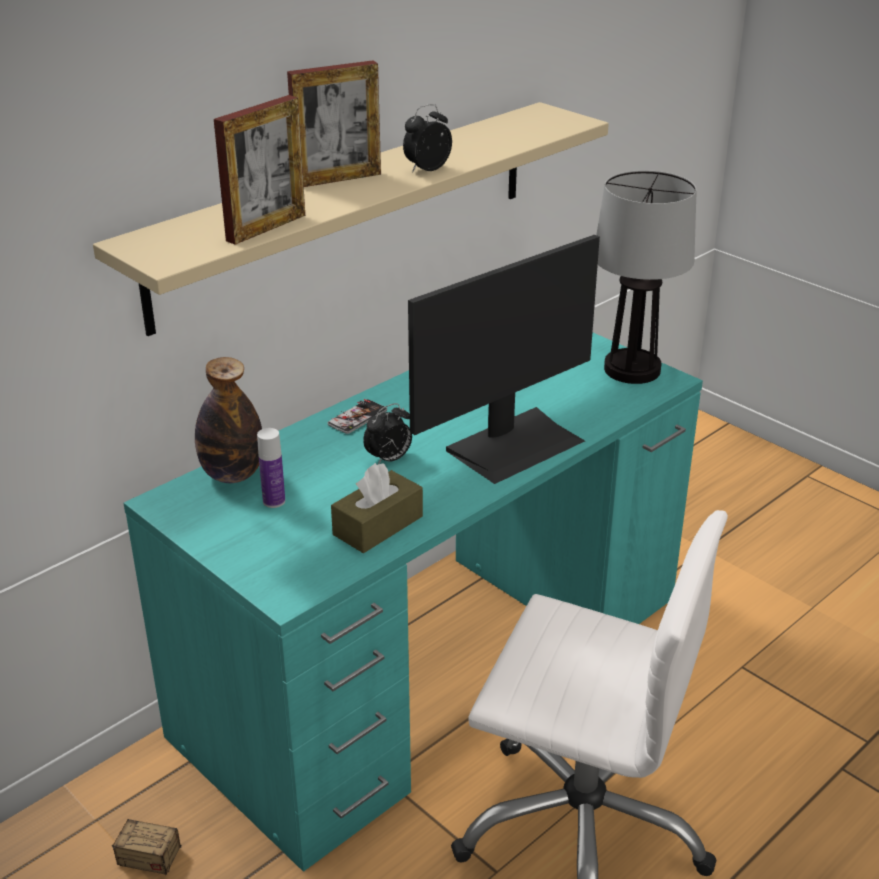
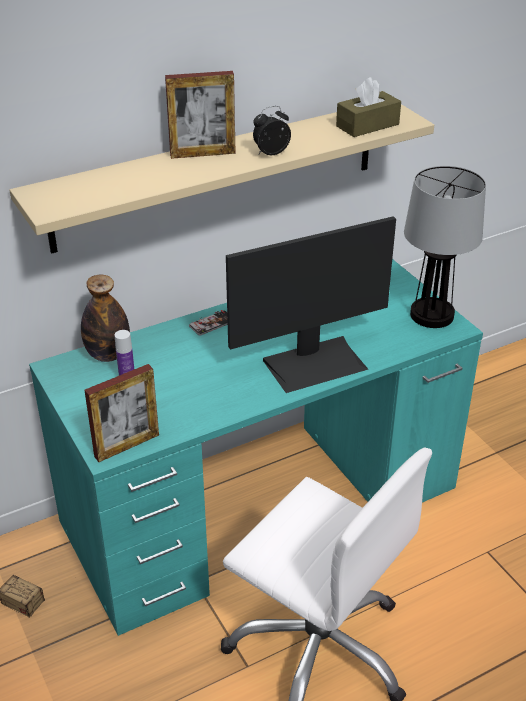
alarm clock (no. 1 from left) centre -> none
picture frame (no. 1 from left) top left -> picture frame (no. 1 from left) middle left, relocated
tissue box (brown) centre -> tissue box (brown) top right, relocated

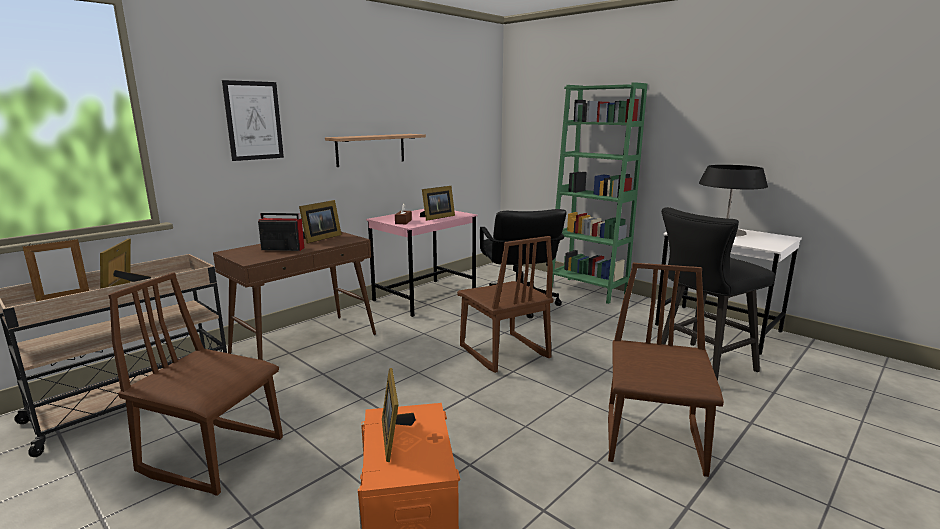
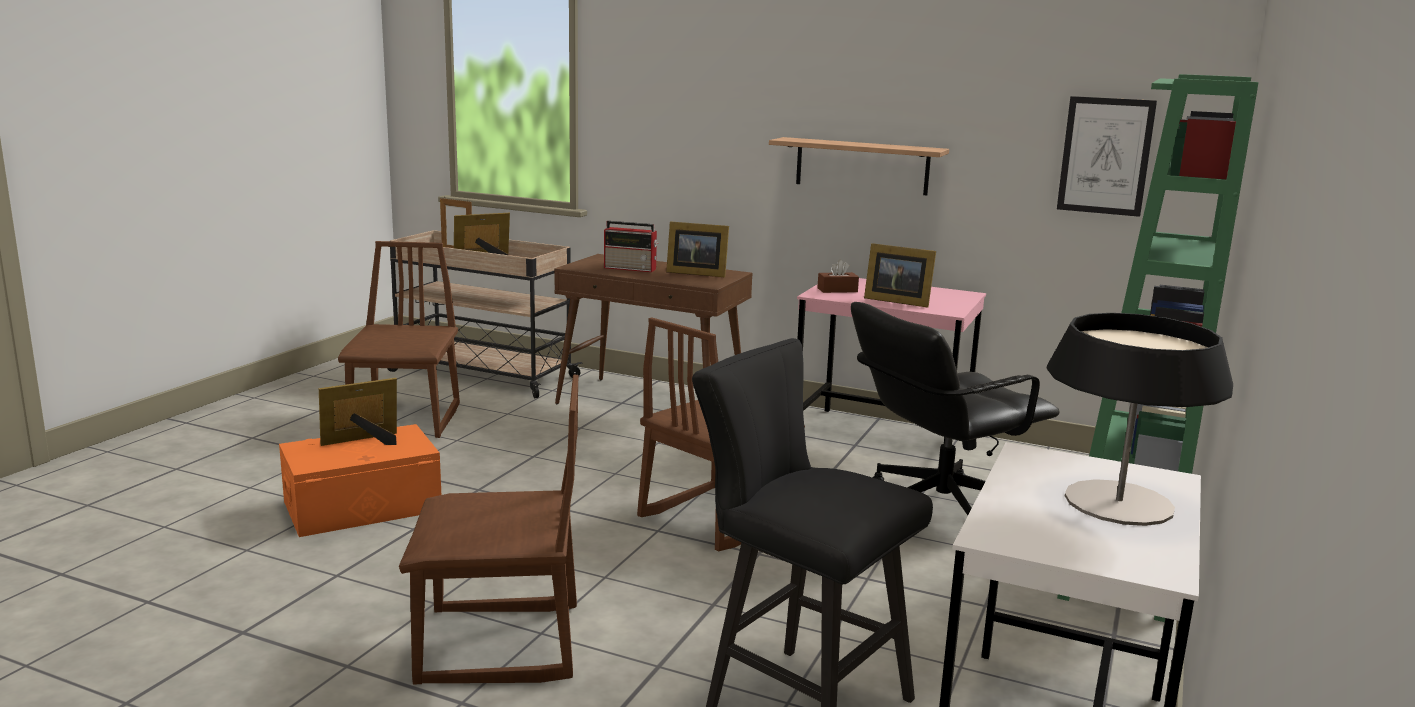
picture top left -> picture top right, relocated
radio middle left -> radio centre, 120 degrees clockwise

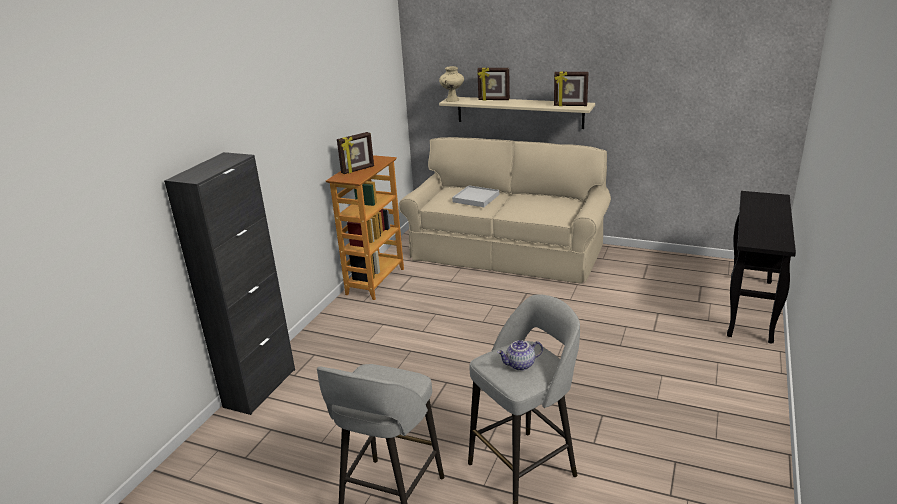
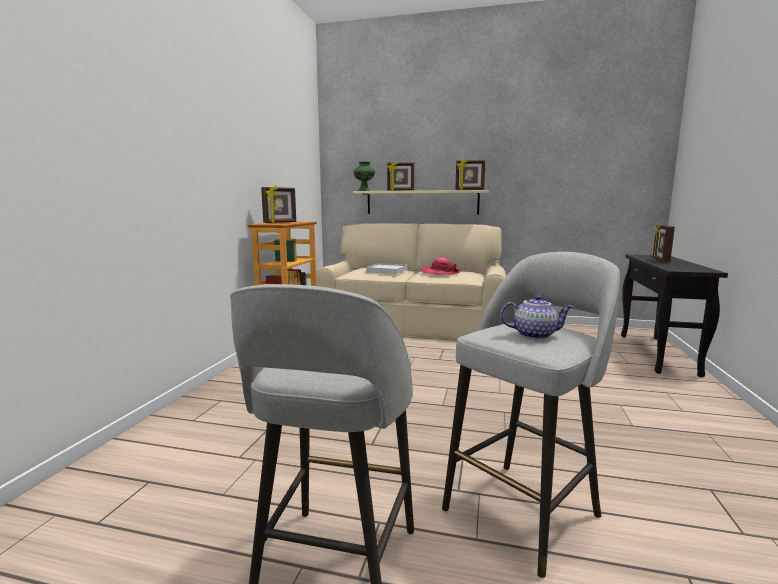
cabinet (black) middle left -> none
none -> hat centre
none -> picture frame (no. 4 from left) middle right
vase (beige) top centre -> vase (green) top centre
teapot bottom centre -> teapot middle right, 150 degrees counterclockwise

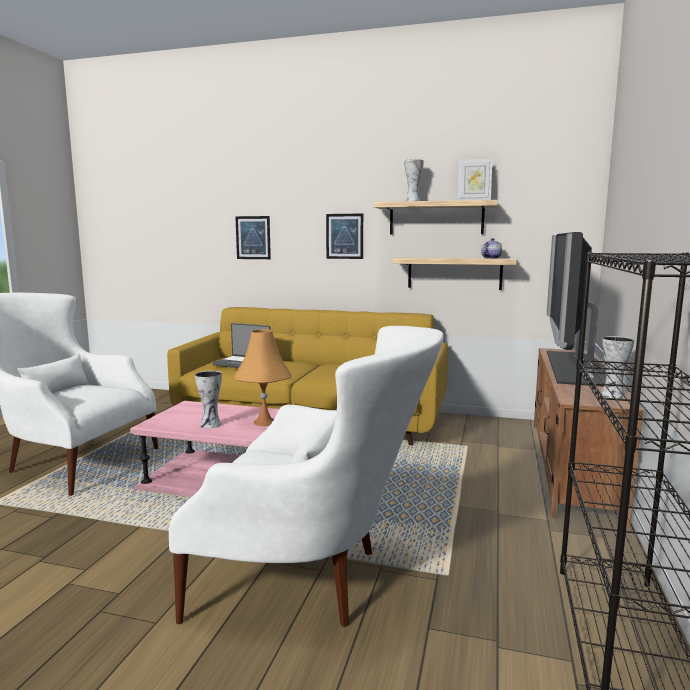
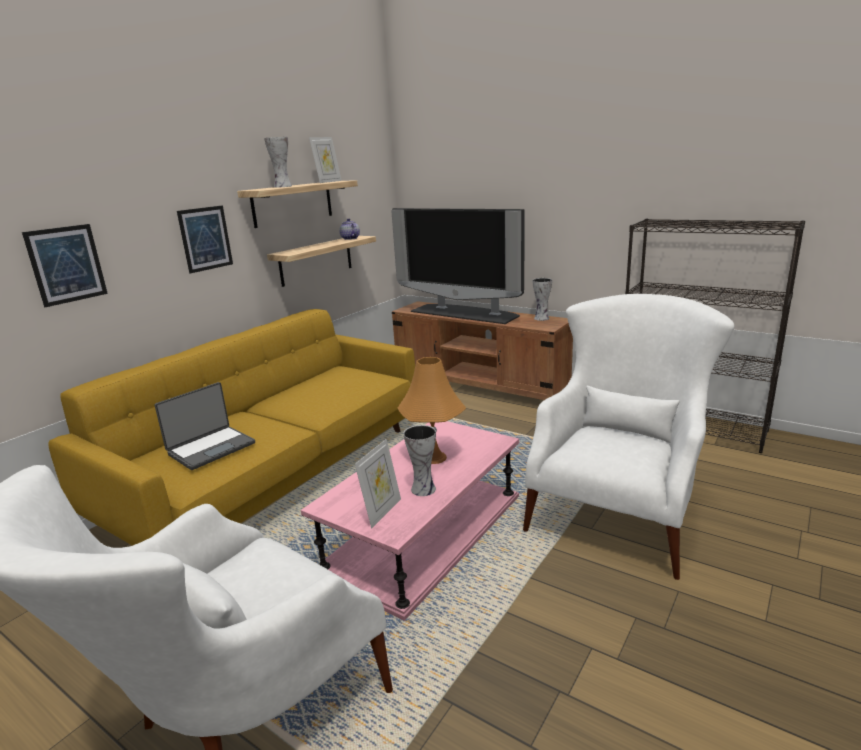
none -> picture frame (no. 2 from left) centre

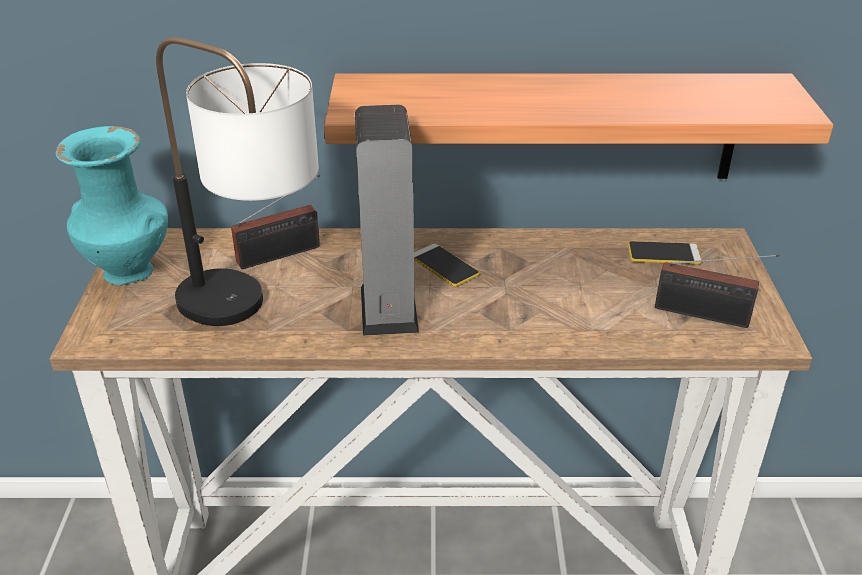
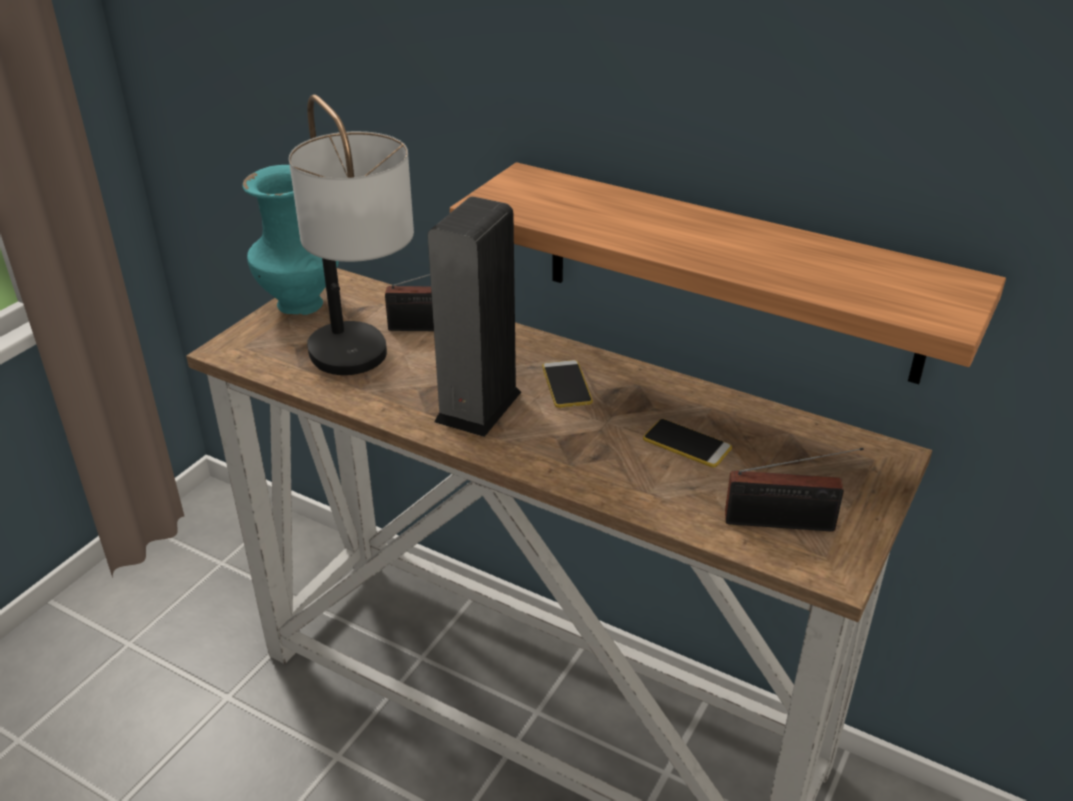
phone (no. 2 from left) middle right -> phone (no. 2 from left) centre, relocated
radio (no. 2 from left) middle right, 45 degrees counterclockwise

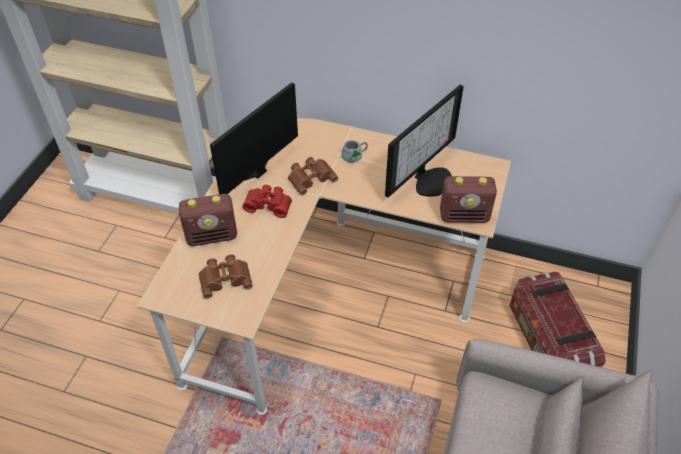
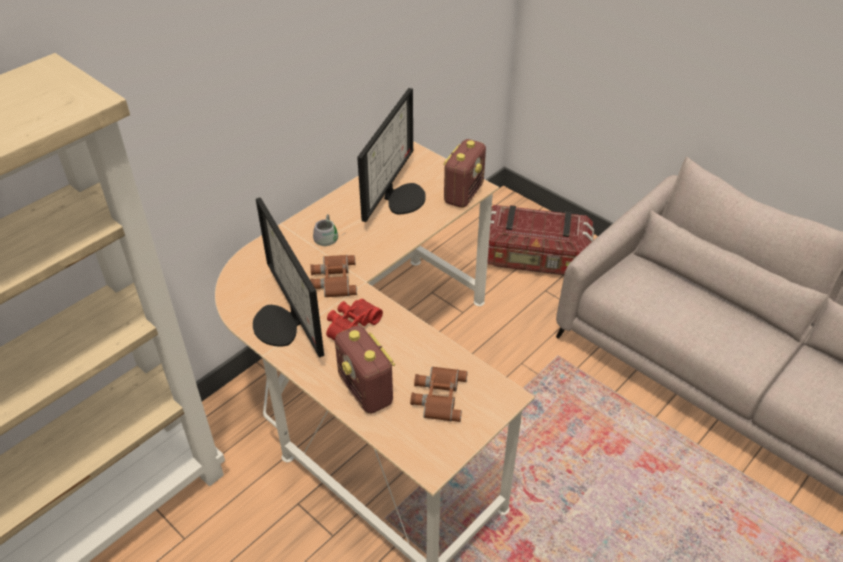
radio (no. 1 from left) middle left -> radio (no. 1 from left) centre, 135 degrees clockwise
monitor (no. 2 from left) top centre, 45 degrees clockwise

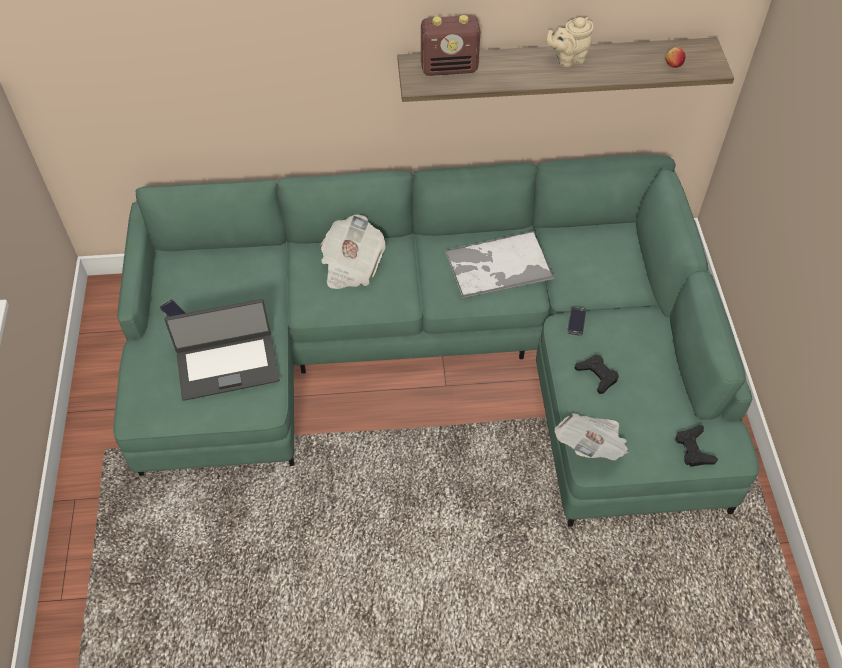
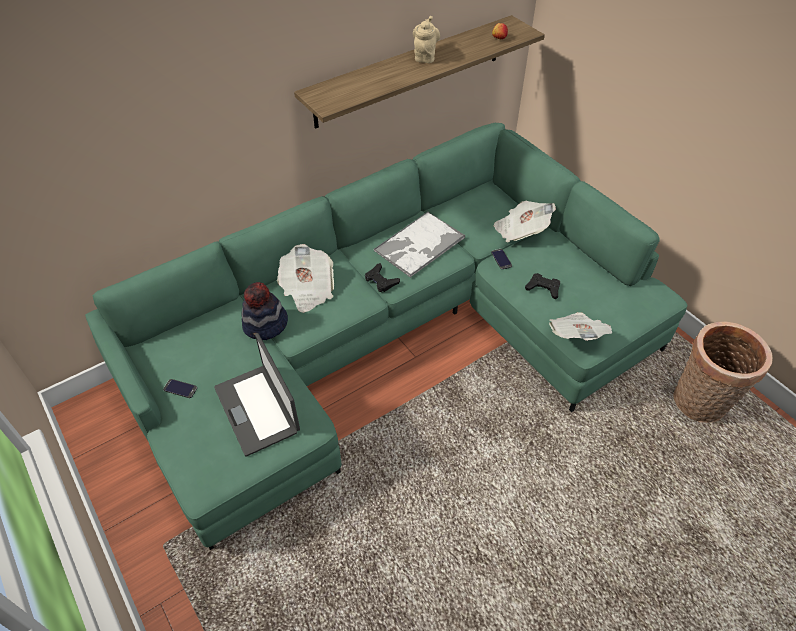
radio top centre -> none
none -> hat middle left
none -> newspaper (no. 2 from left) centre
none -> basket middle right
game controller (black) (no. 2 from left in the first image) bottom right -> game controller (black) (no. 1 from left) centre, relocated
laptop middle left, 105 degrees clockwise
teapot (beige) top right -> teapot (beige) top centre, 150 degrees clockwise

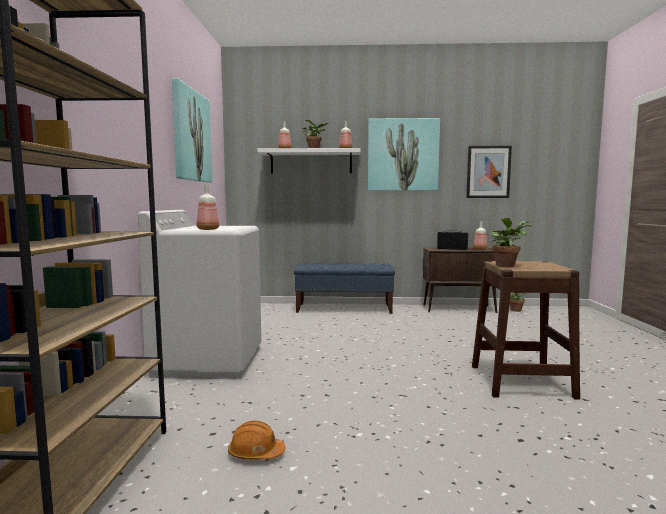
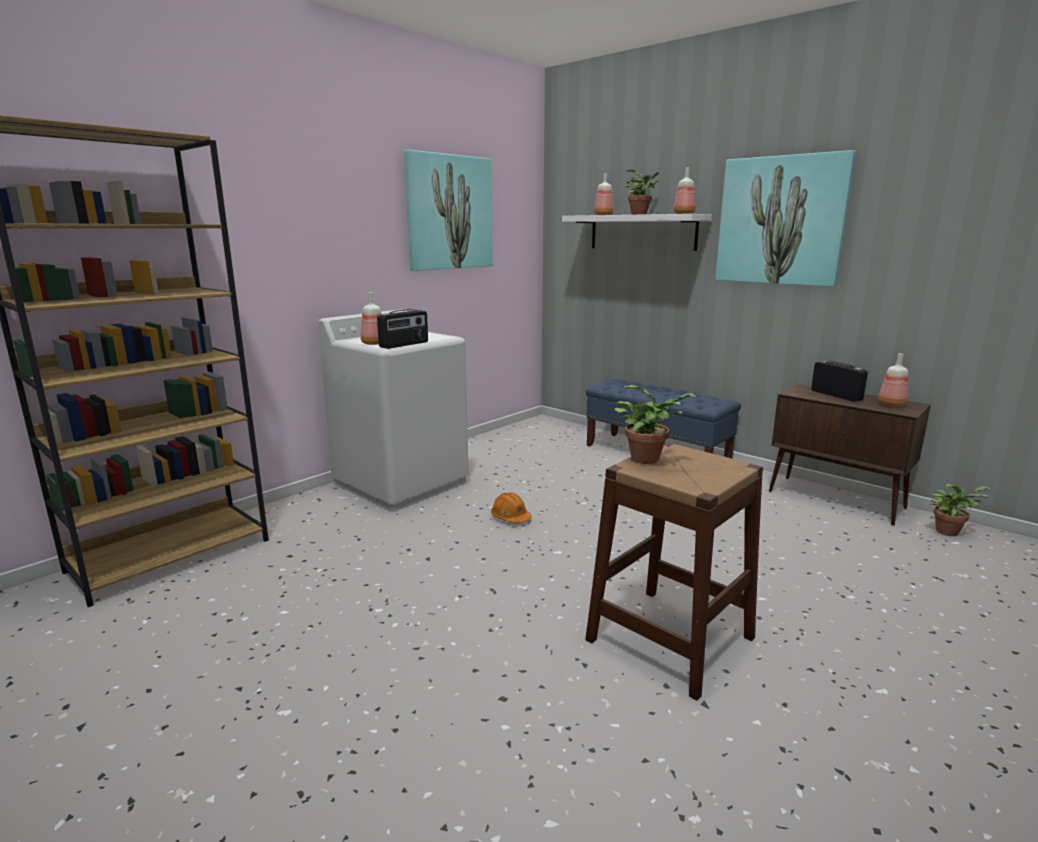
picture (no. 3 from left) middle right -> none
none -> radio (no. 1 from left) centre
hard hat (orange) bottom centre -> hard hat (orange) centre, relocated

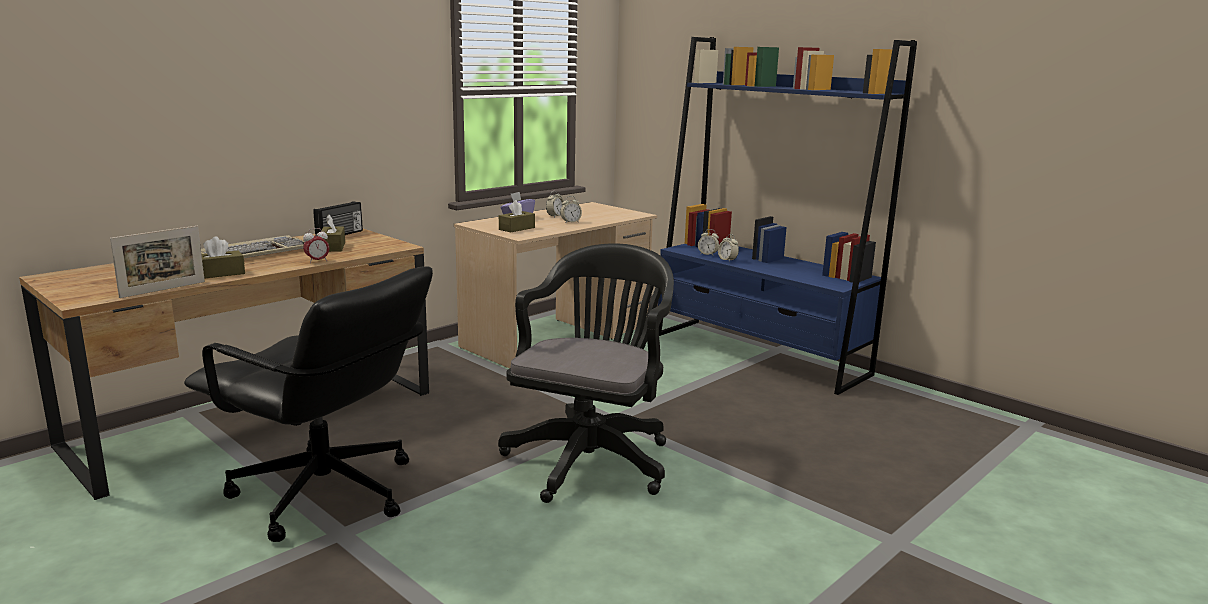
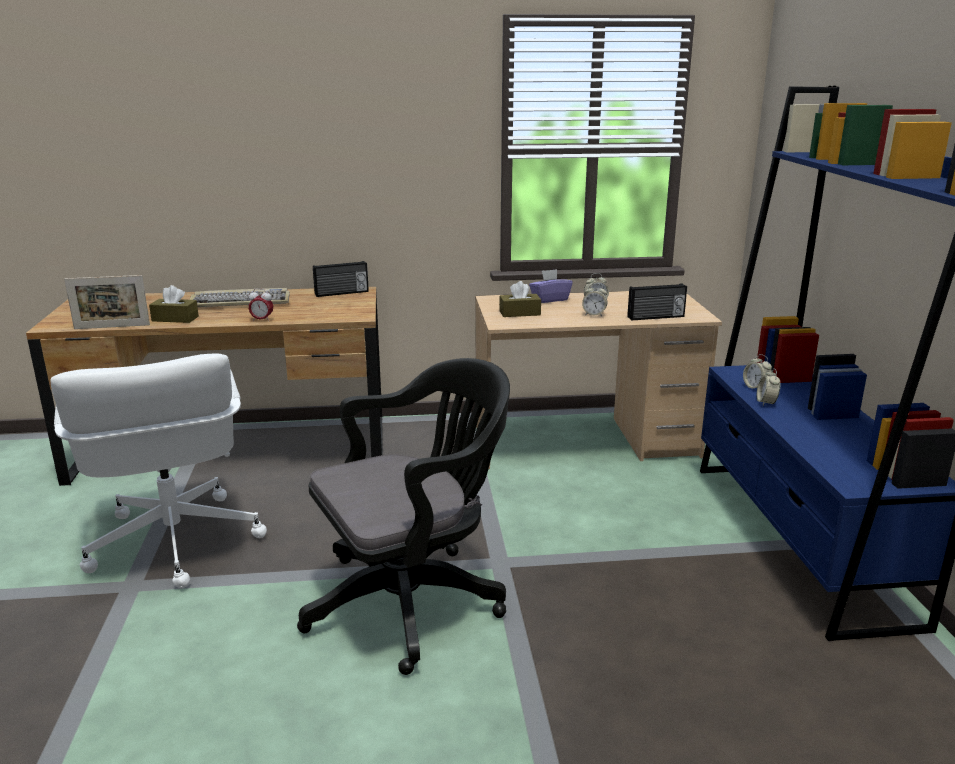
tissue box (brown) (no. 2 from left) middle left -> none
none -> radio (no. 2 from left) middle right
office chair (black) (no. 1 from left) bottom left -> office chair (white) middle left

